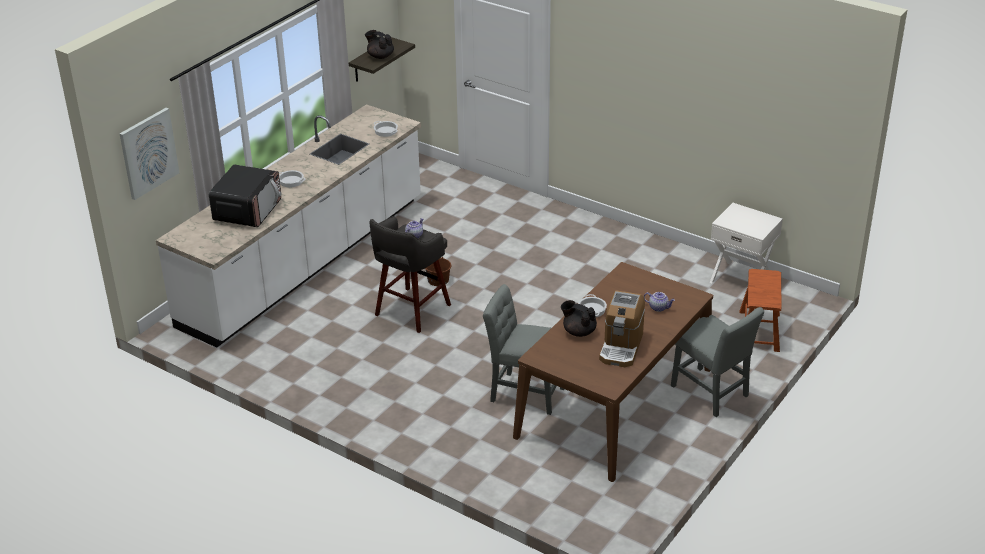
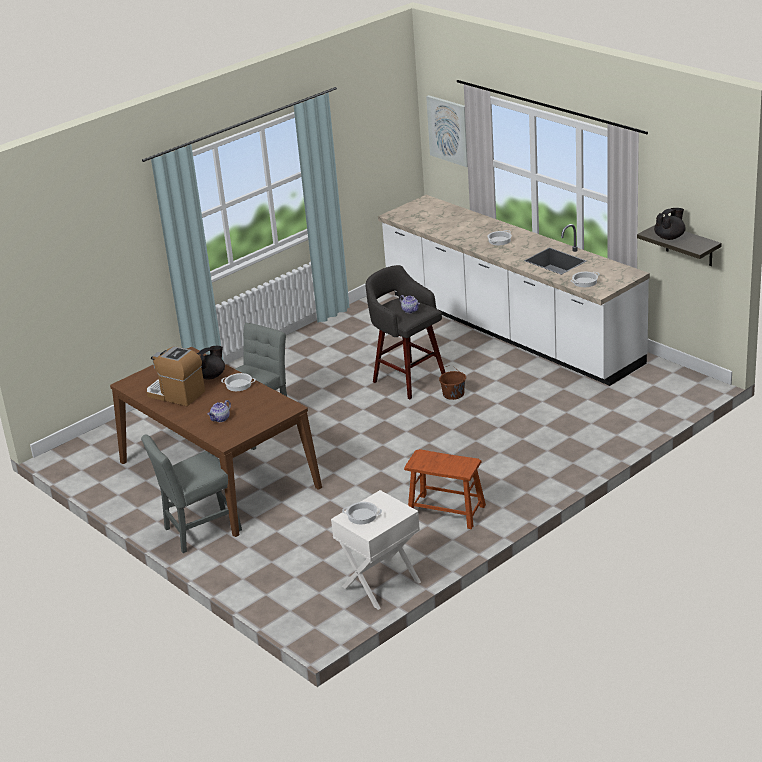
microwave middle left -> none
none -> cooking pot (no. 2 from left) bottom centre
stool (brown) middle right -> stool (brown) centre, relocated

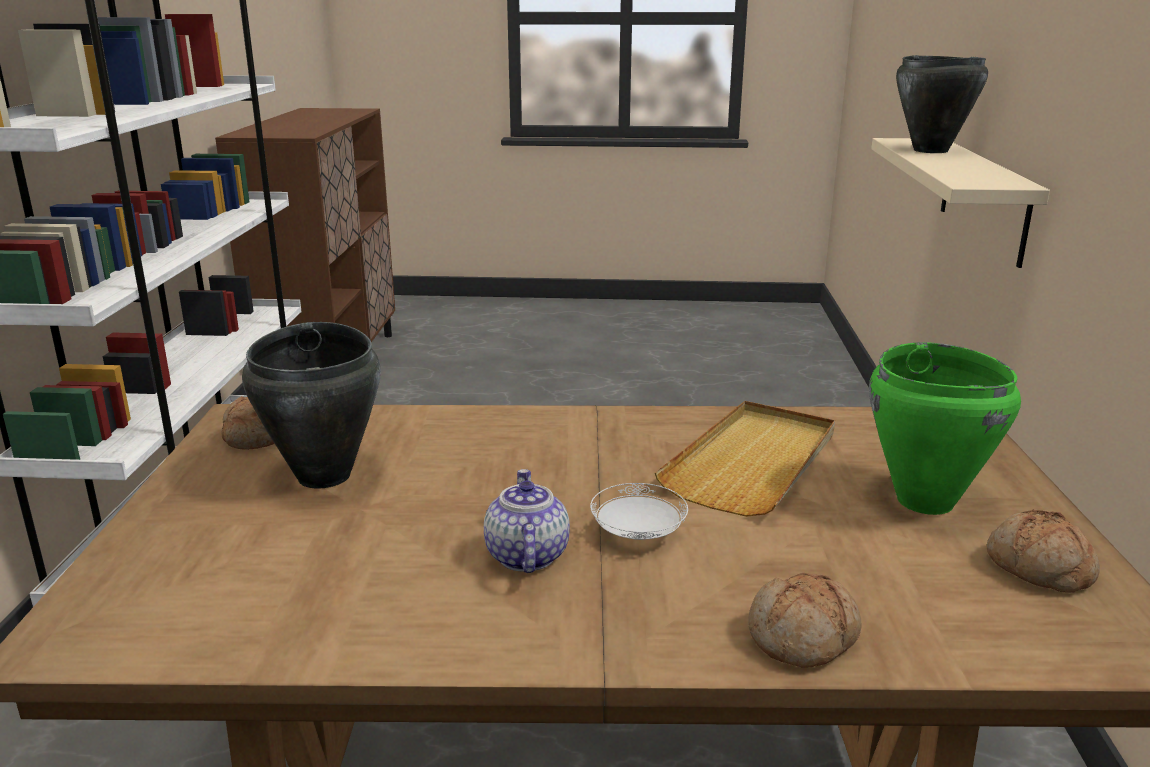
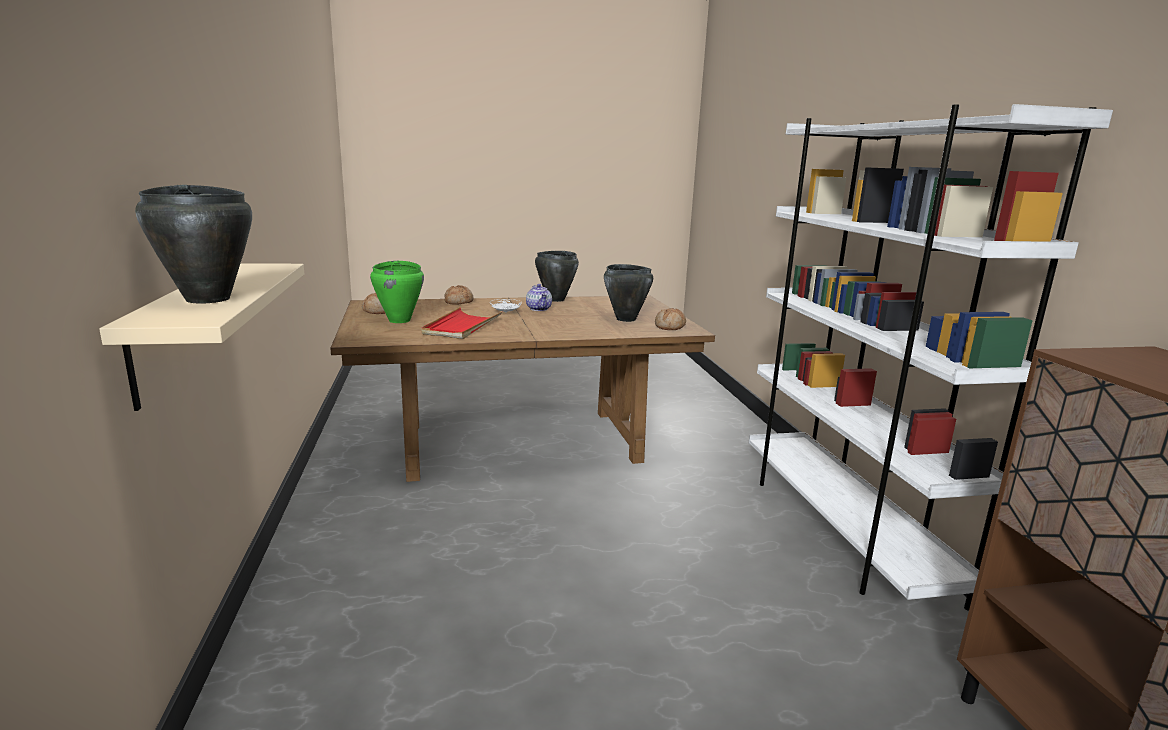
none -> cooking pot (black) (no. 2 from left) centre
tray (beige) centre -> tray (red) centre

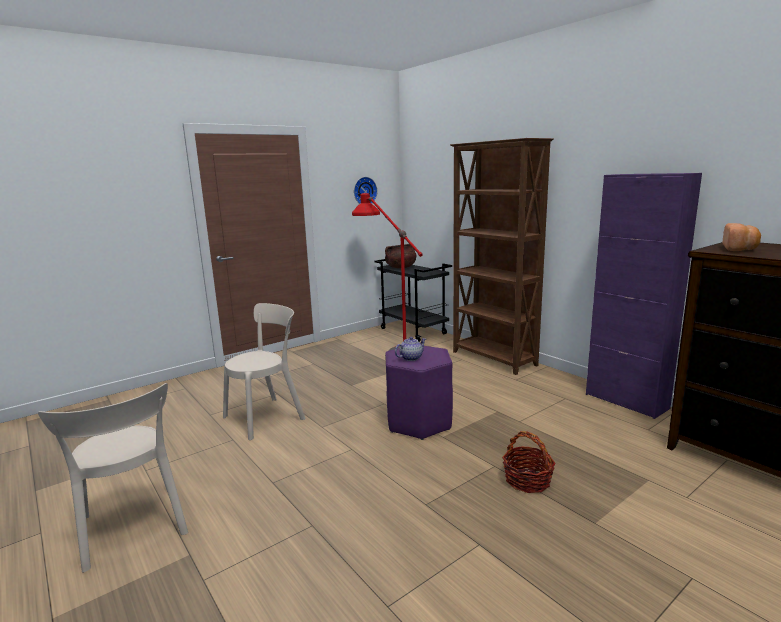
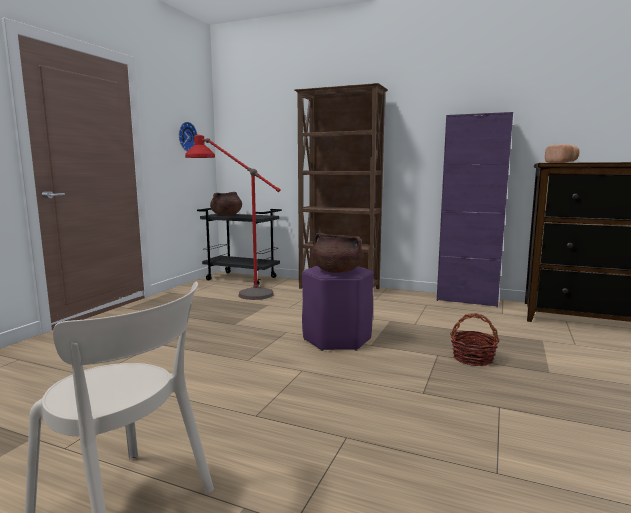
chair (beige) (no. 2 from left) centre -> none
teapot centre -> cooking pot (brown) (no. 2 from left) centre

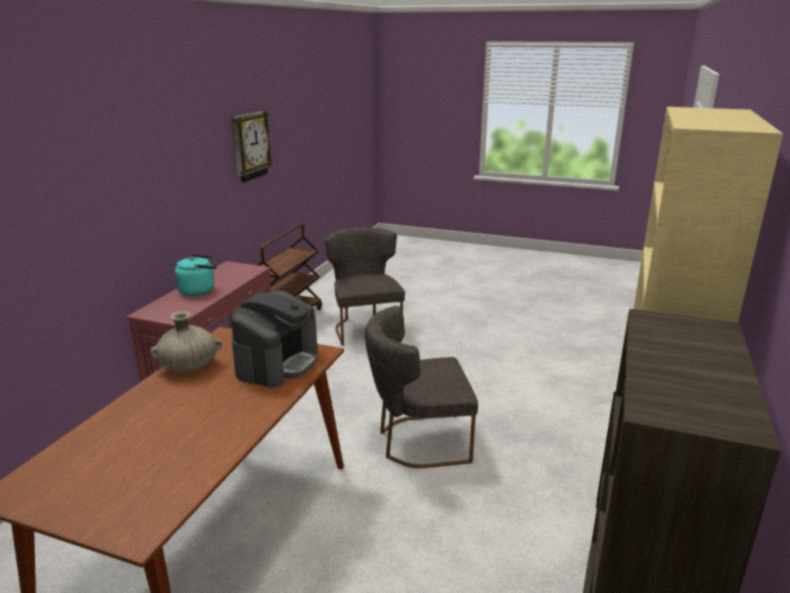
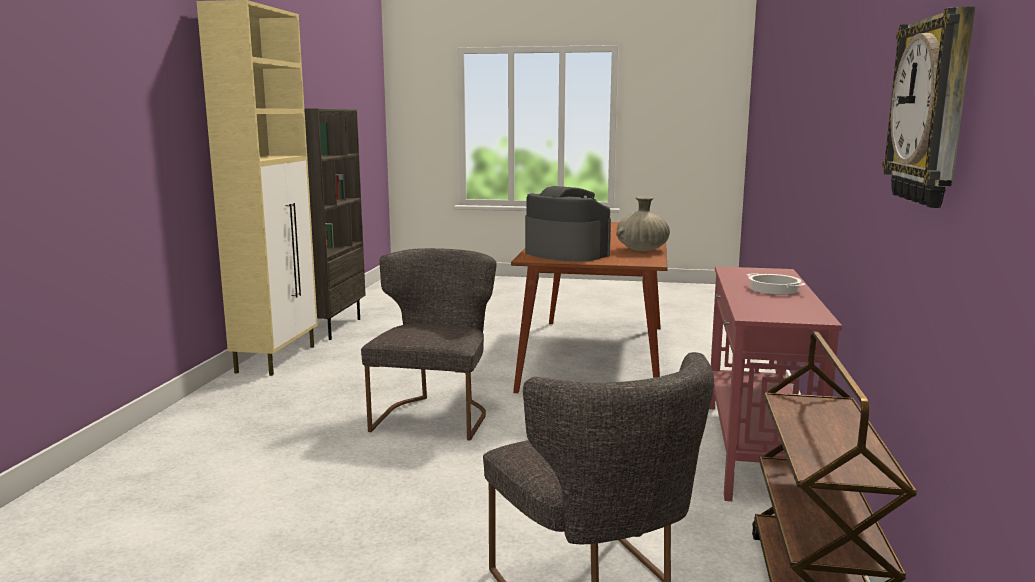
kettle (turquoise) middle left -> cooking pot middle right
coffee machine centre, 120 degrees clockwise
chair (grey) (no. 2 from left in the first image) centre -> chair (grey) (no. 1 from left) centre, 60 degrees counterclockwise

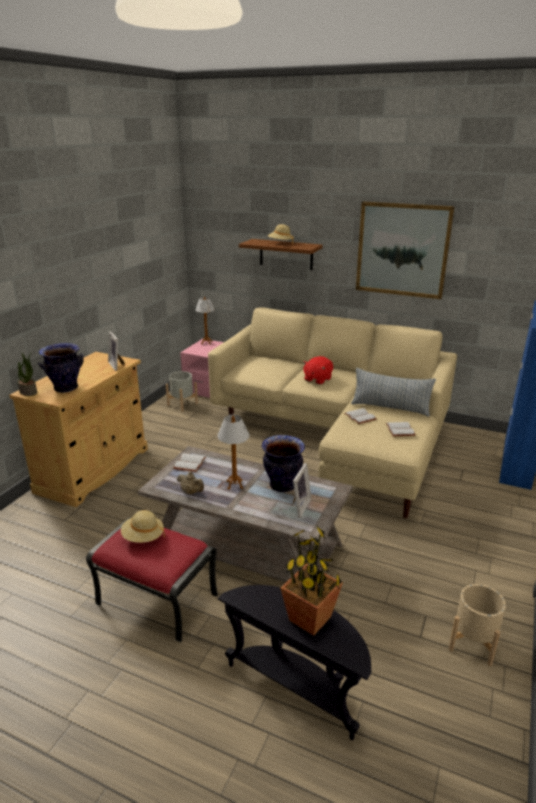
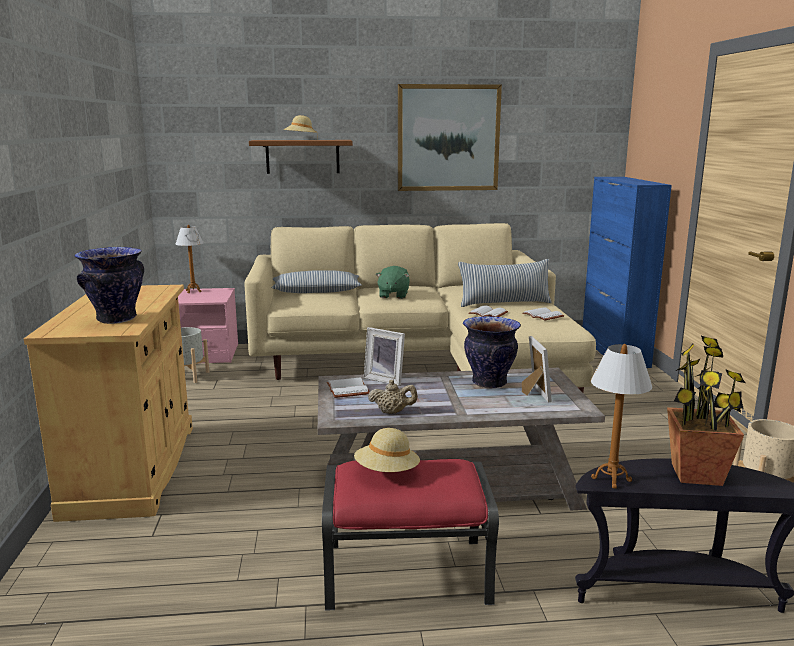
potted plant (no. 1 from left) middle left -> none
none -> pillow (no. 1 from left) centre
picture frame (no. 1 from left) middle left -> picture frame (no. 1 from left) centre, relocated
table lamp (no. 2 from left) centre -> table lamp (no. 2 from left) middle right, relocated
plush toy (red) centre -> plush toy (green) centre

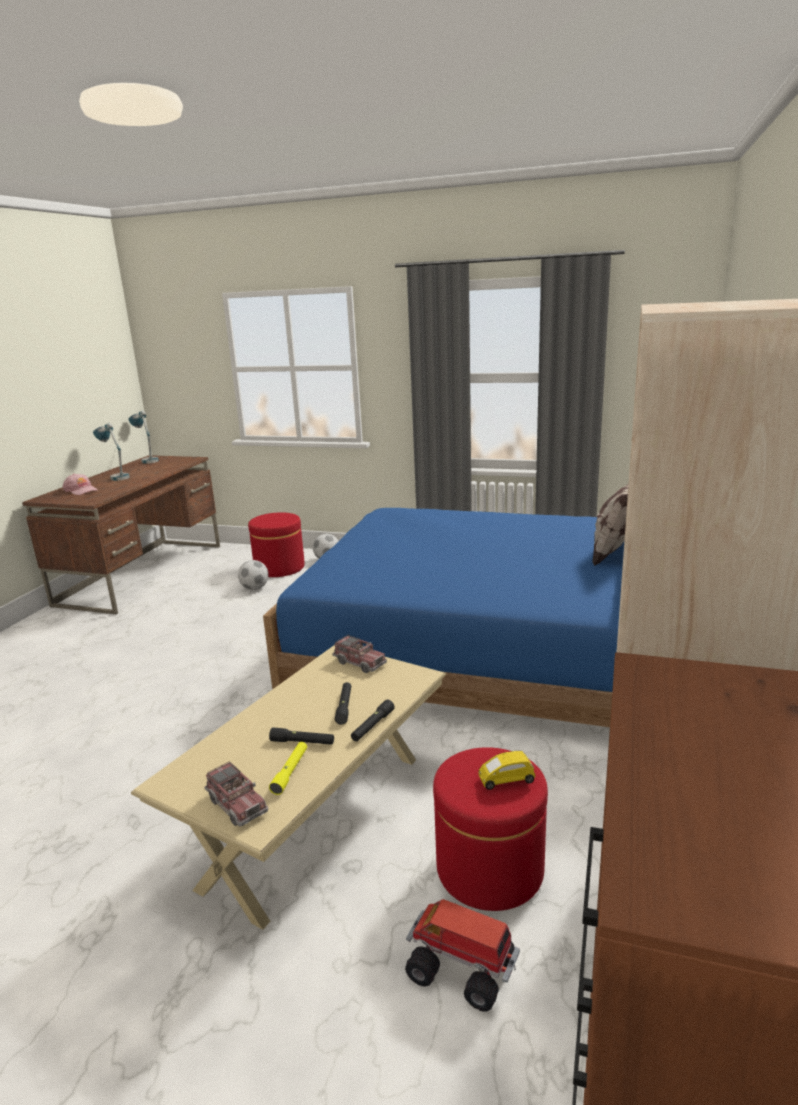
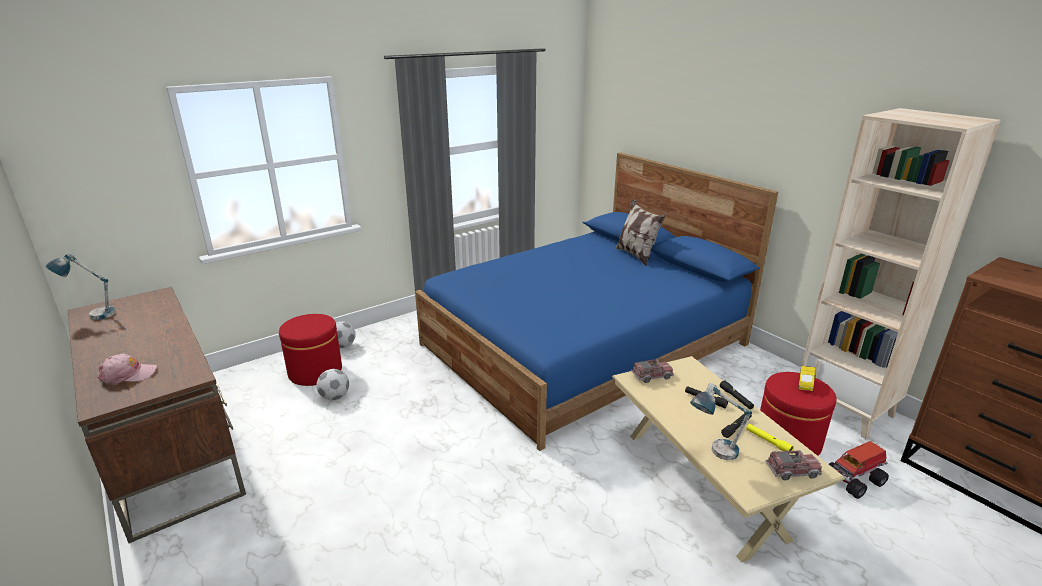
table lamp (no. 1 from left in the first image) middle left -> table lamp (no. 2 from left) bottom right, relocated

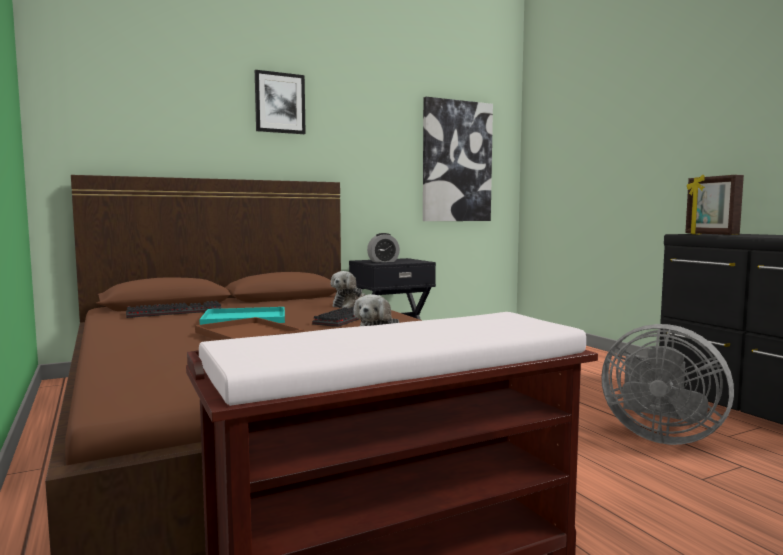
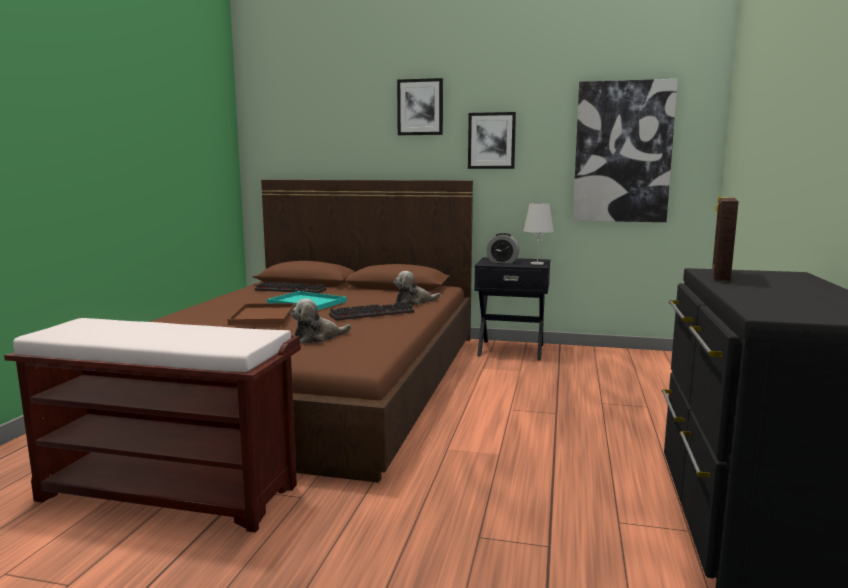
fan (grey) bottom right -> none
none -> picture (no. 2 from left) top centre
none -> table lamp (white) centre

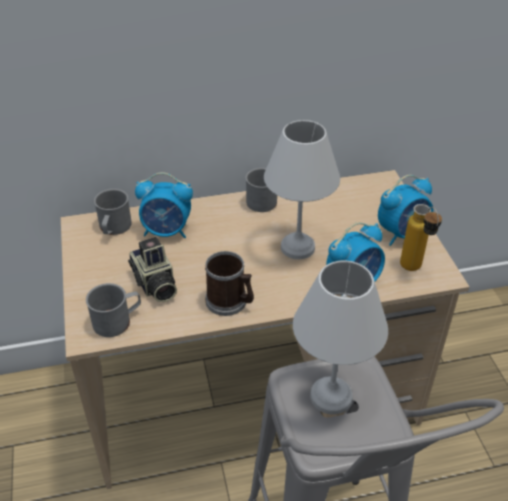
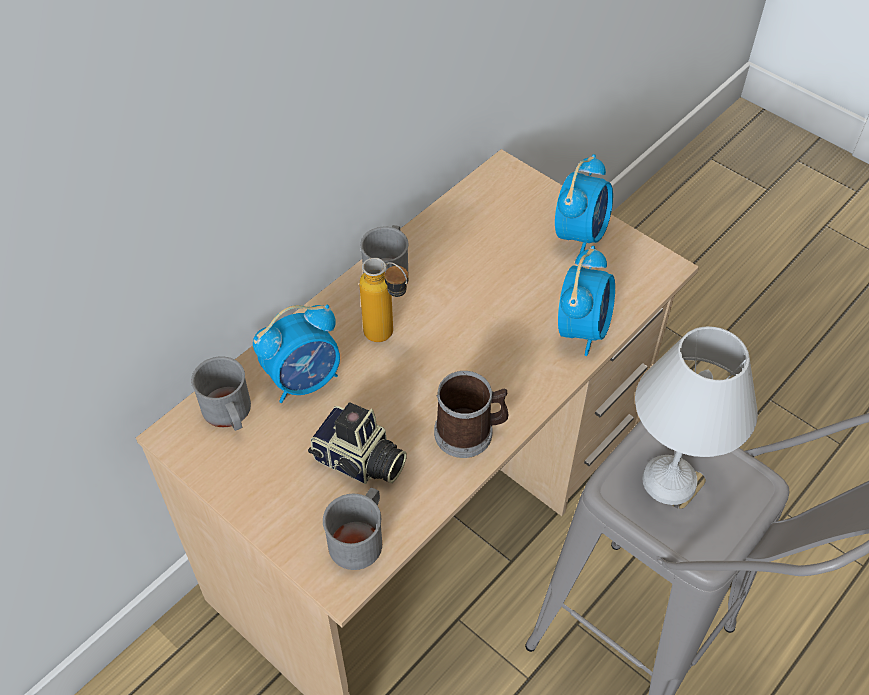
table lamp (white) (no. 1 from left) centre -> none
bottle middle right -> bottle centre, relocated

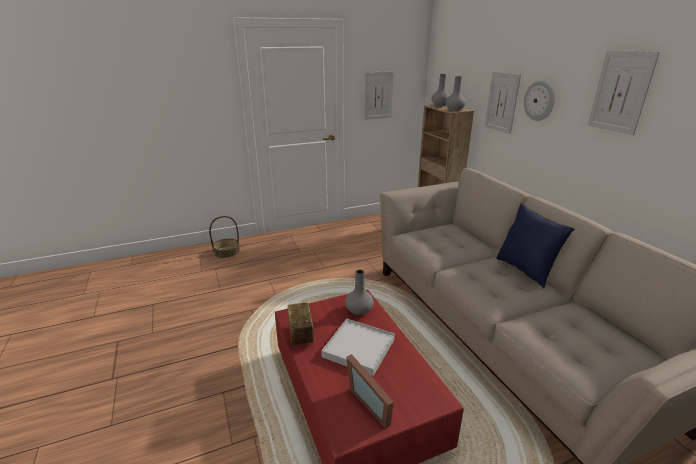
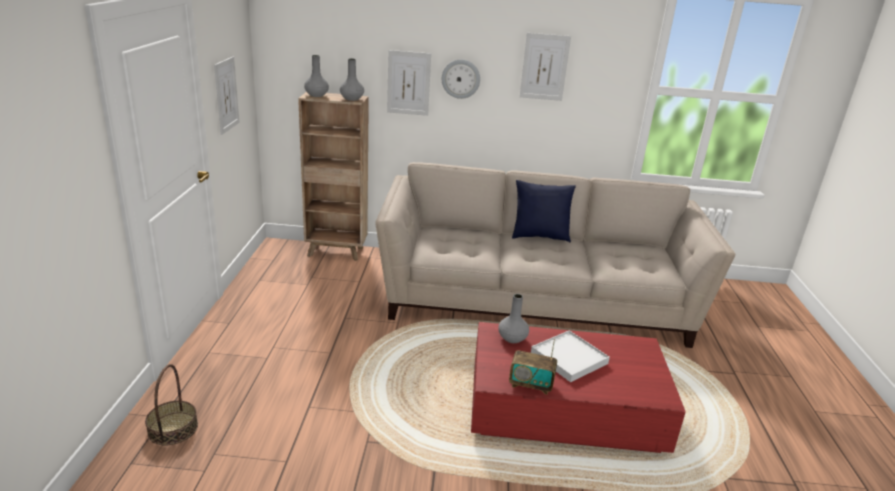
picture frame bottom centre -> none

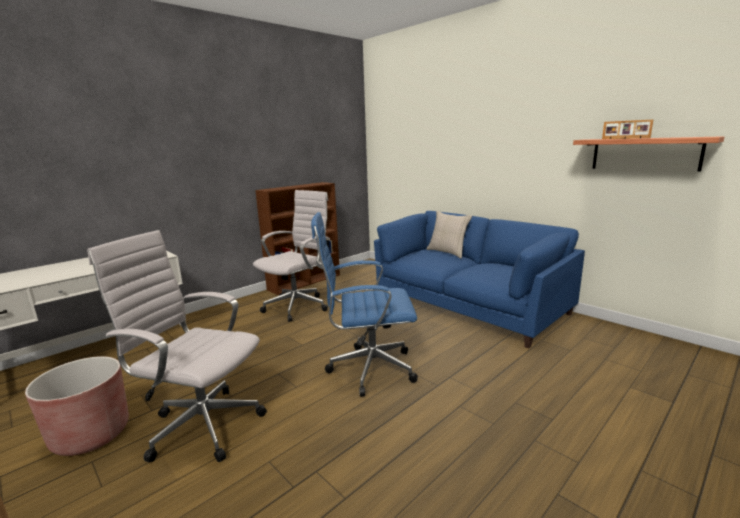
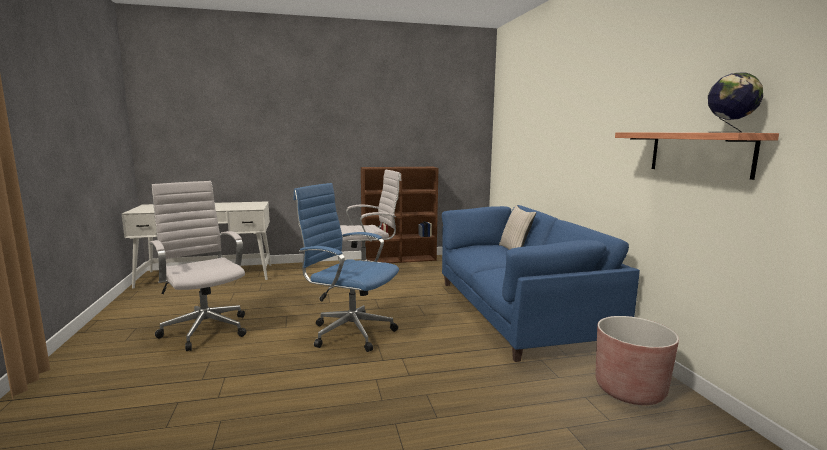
picture frame top right -> none
none -> globe top right
planter (brown) bottom left -> planter (brown) bottom right, relocated

